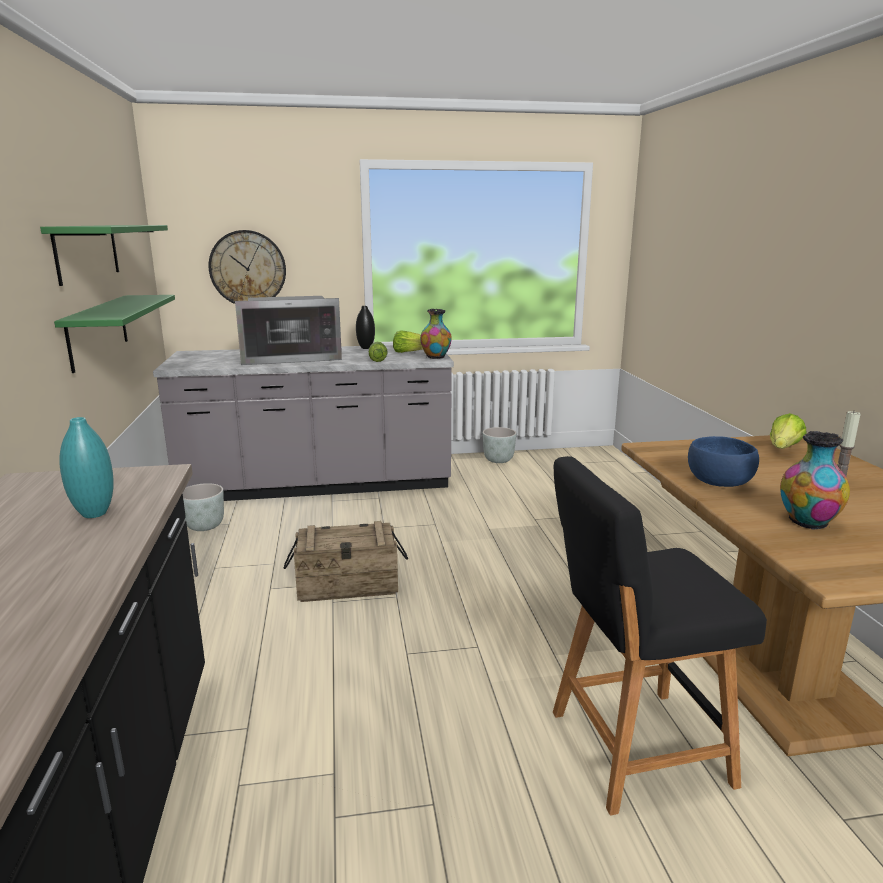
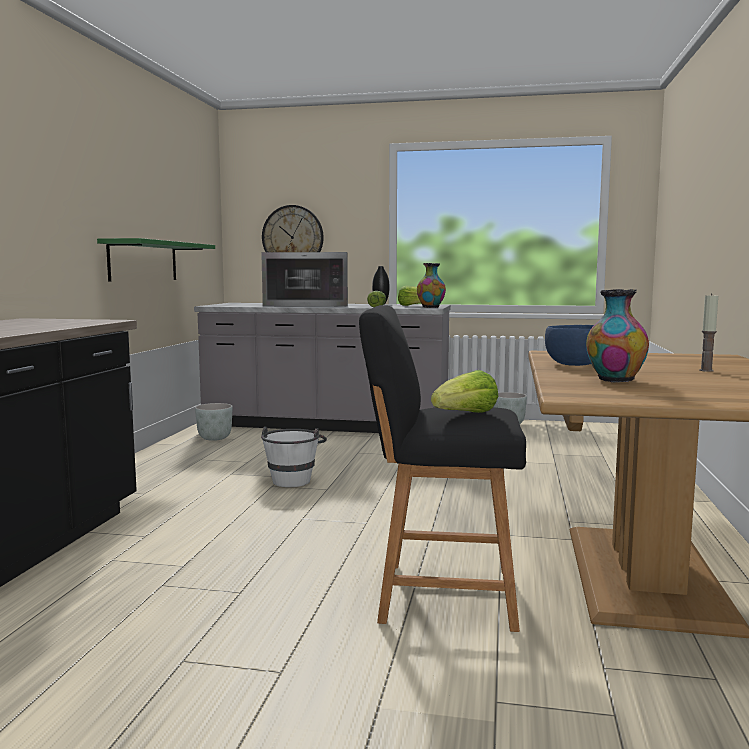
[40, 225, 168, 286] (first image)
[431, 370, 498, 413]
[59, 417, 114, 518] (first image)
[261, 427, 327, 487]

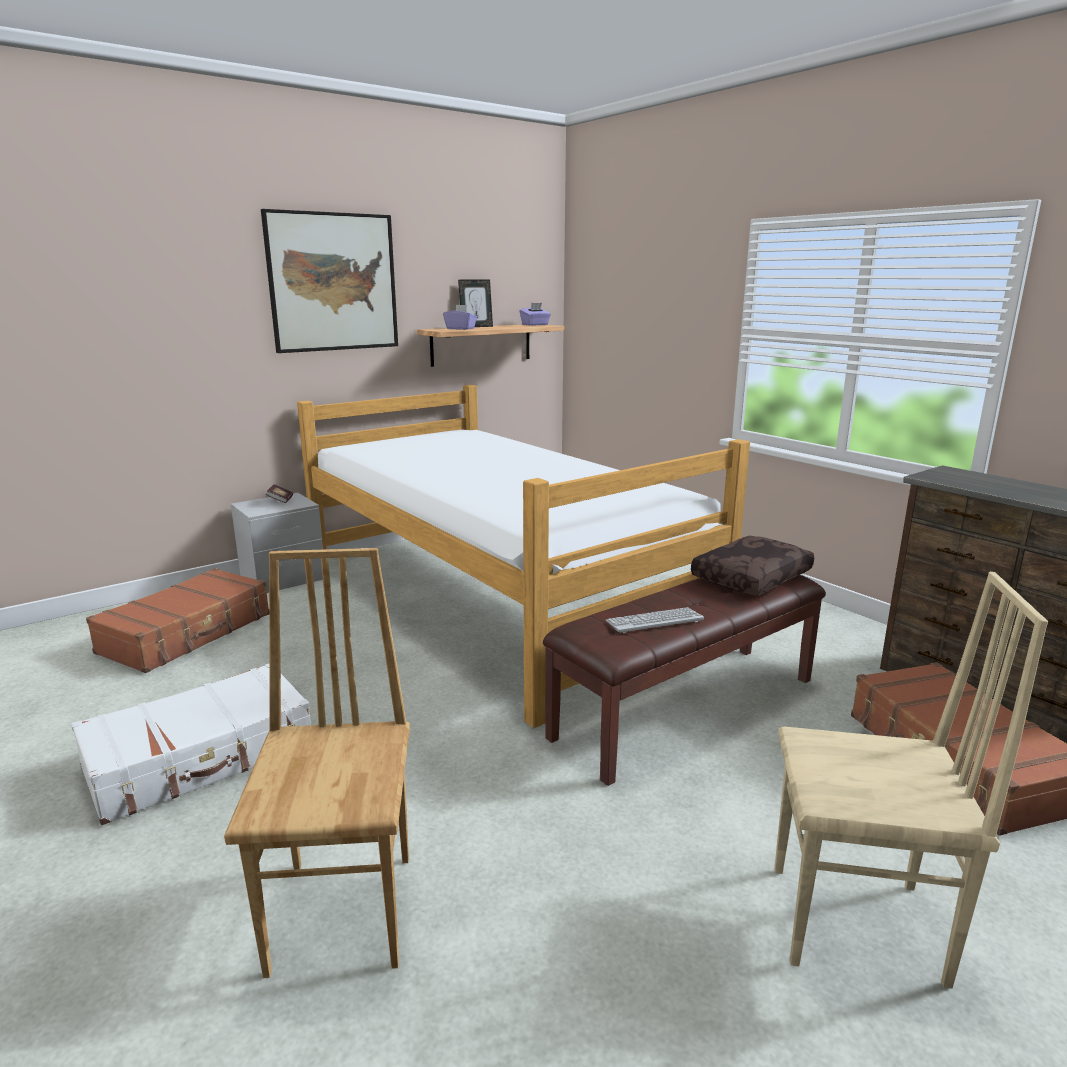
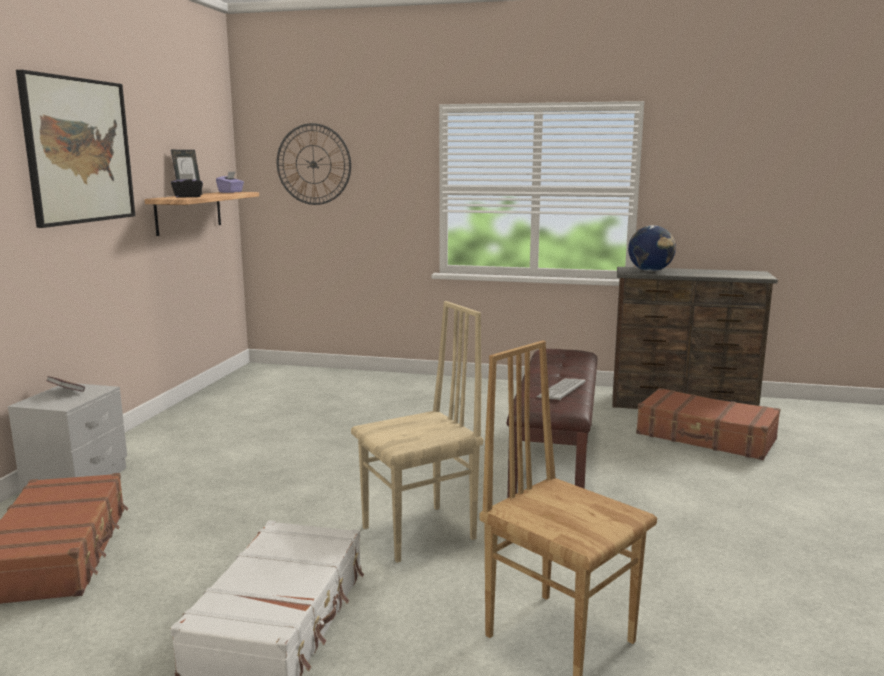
[171, 173, 203, 198]
[297, 385, 750, 728] (first image)
[691, 536, 814, 596] (first image)
[351, 301, 483, 563]
[277, 123, 351, 205]
[628, 225, 676, 271]

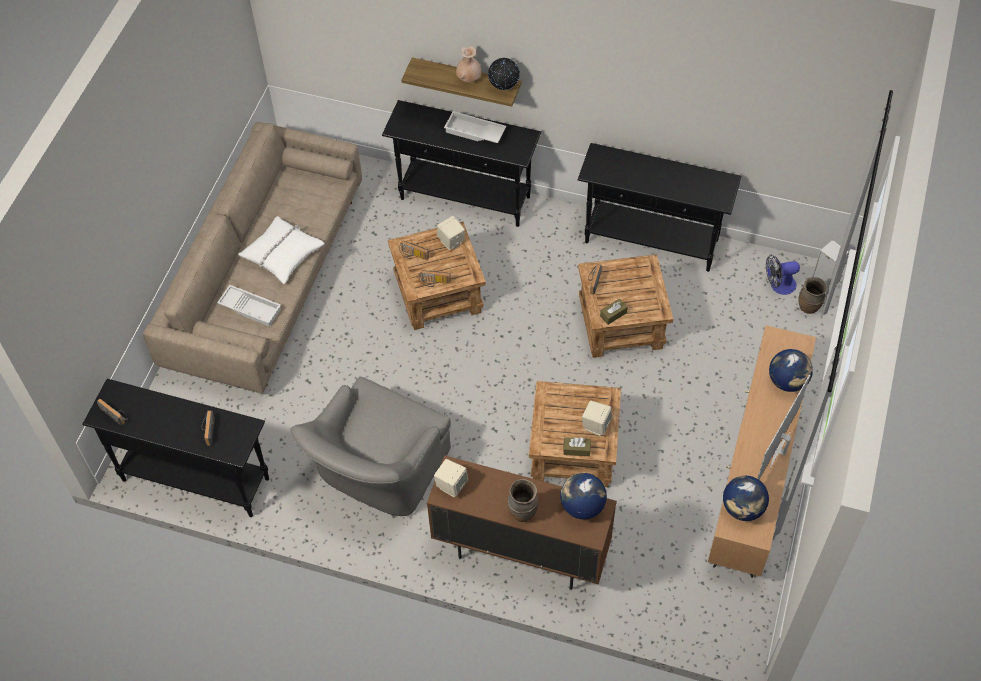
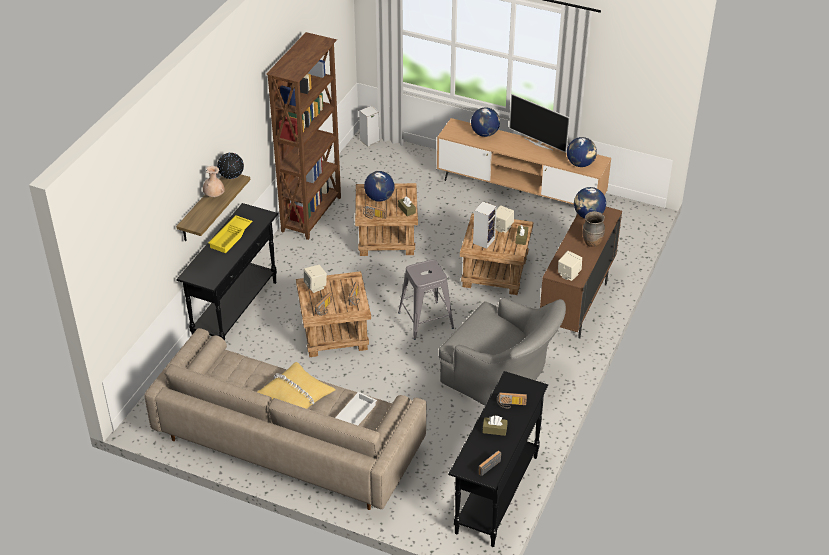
[208, 215, 253, 253]
[266, 32, 341, 240]
[257, 362, 336, 409]
[766, 254, 800, 295] (first image)
[798, 277, 827, 314] (first image)
[364, 171, 395, 201]
[473, 201, 497, 249]
[398, 259, 454, 340]
[482, 416, 507, 436]

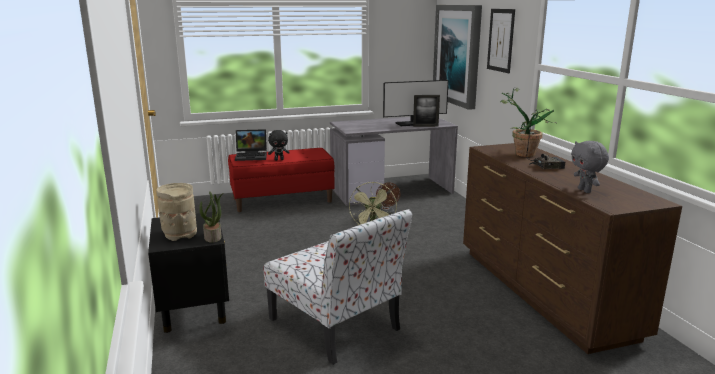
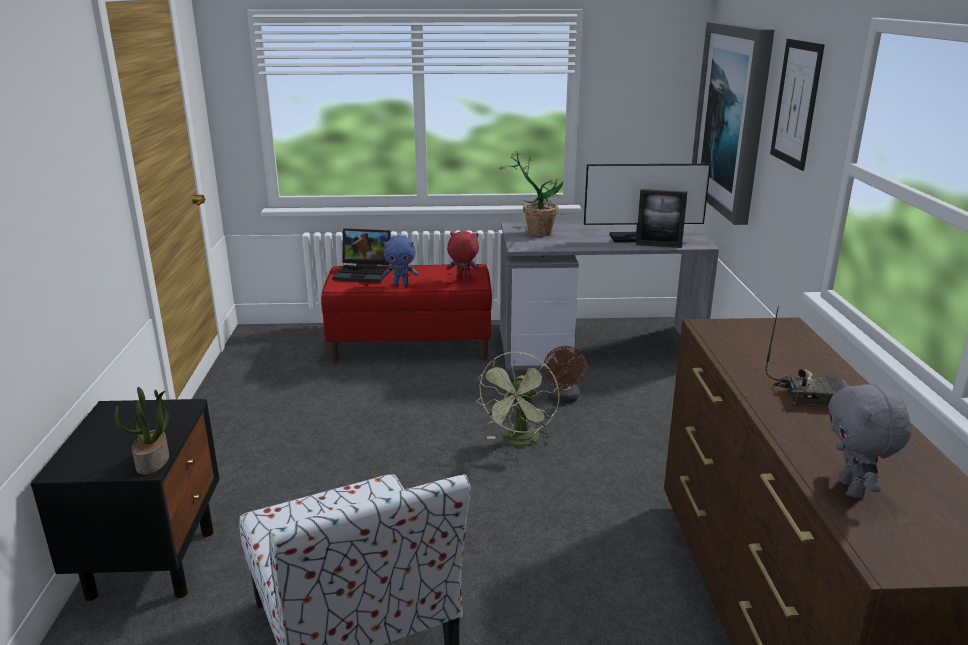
[499, 151, 564, 236]
[383, 236, 418, 286]
[156, 183, 197, 241] (first image)
[446, 231, 481, 280]

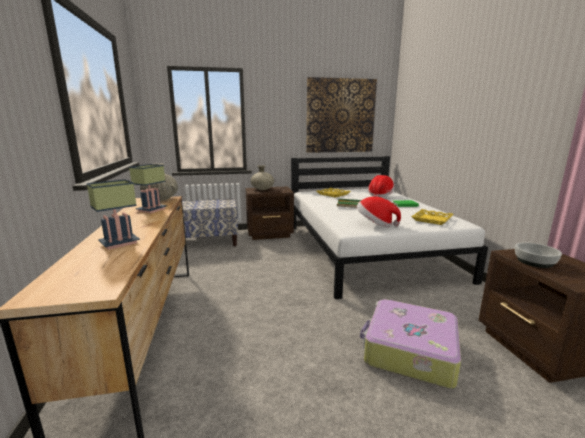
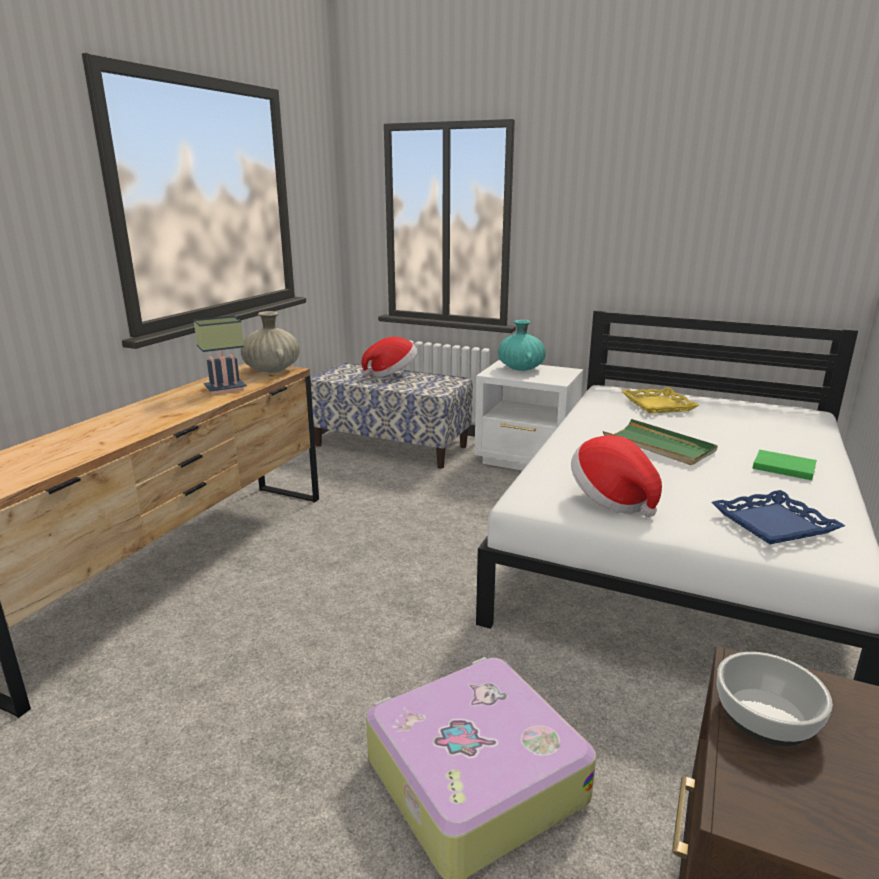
[306, 77, 377, 153] (first image)
[498, 320, 546, 371]
[361, 337, 417, 377]
[86, 179, 140, 250] (first image)
[475, 360, 583, 471]
[711, 490, 845, 544]

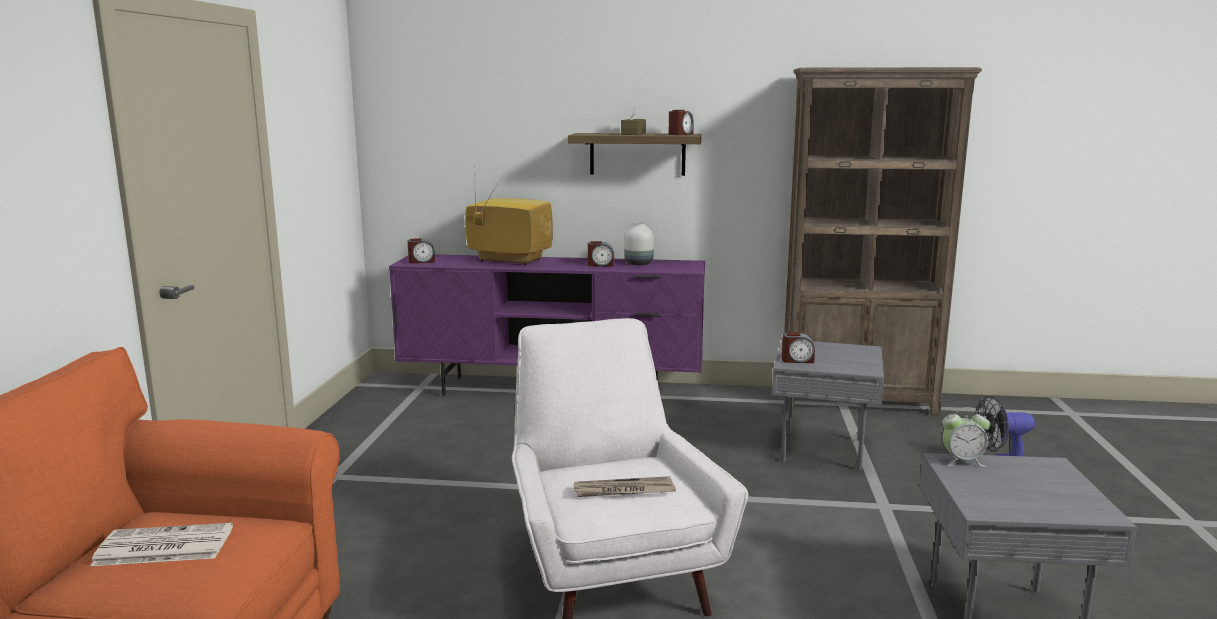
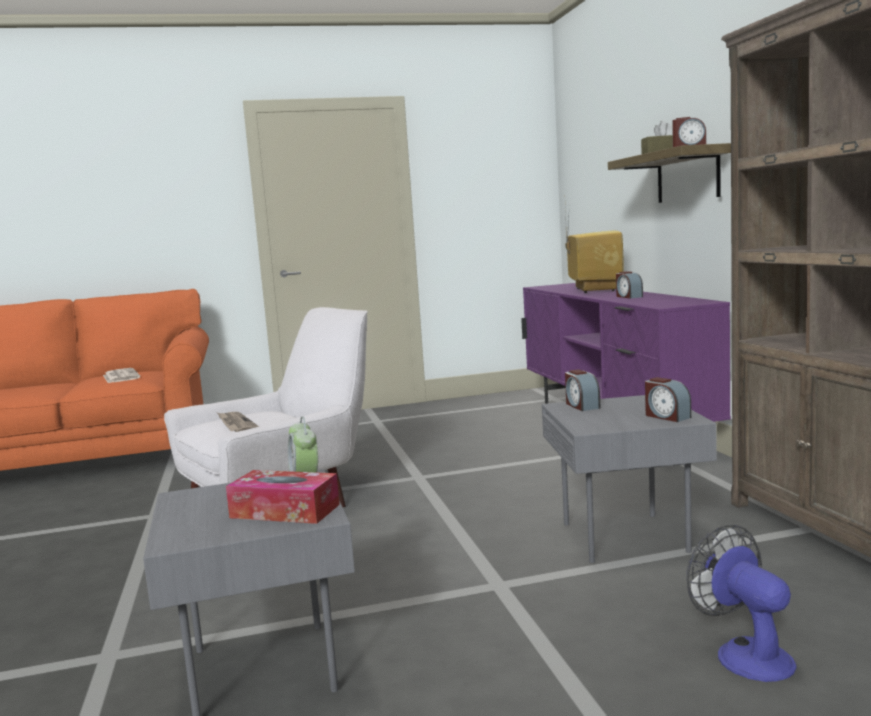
[625, 222, 654, 265] (first image)
[645, 377, 691, 422]
[226, 470, 340, 524]

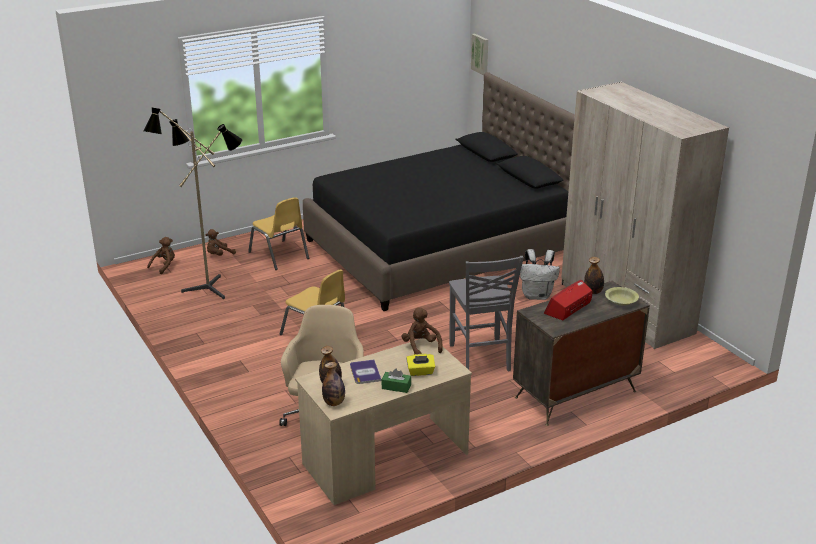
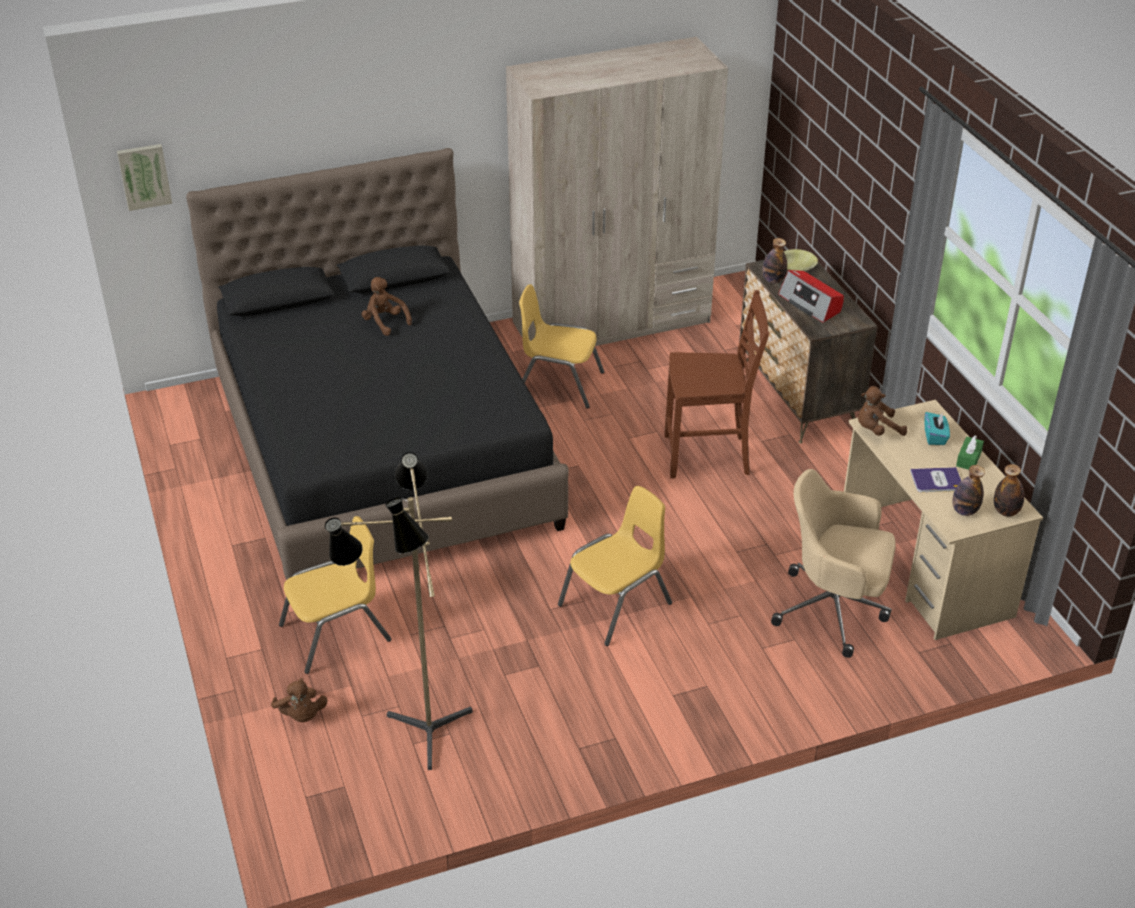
[362, 277, 412, 336]
[519, 284, 604, 408]
[665, 290, 769, 479]
[924, 412, 950, 445]

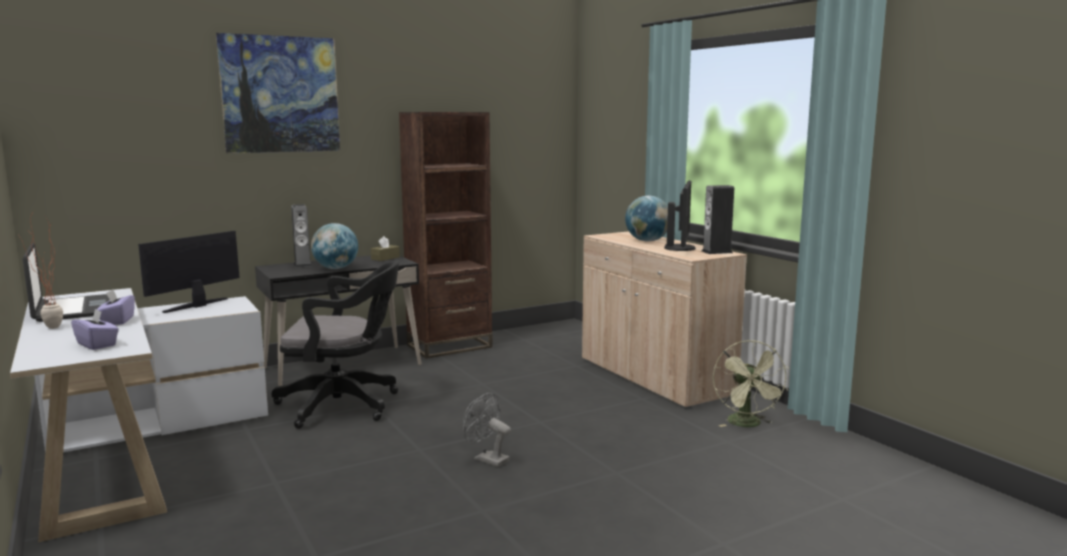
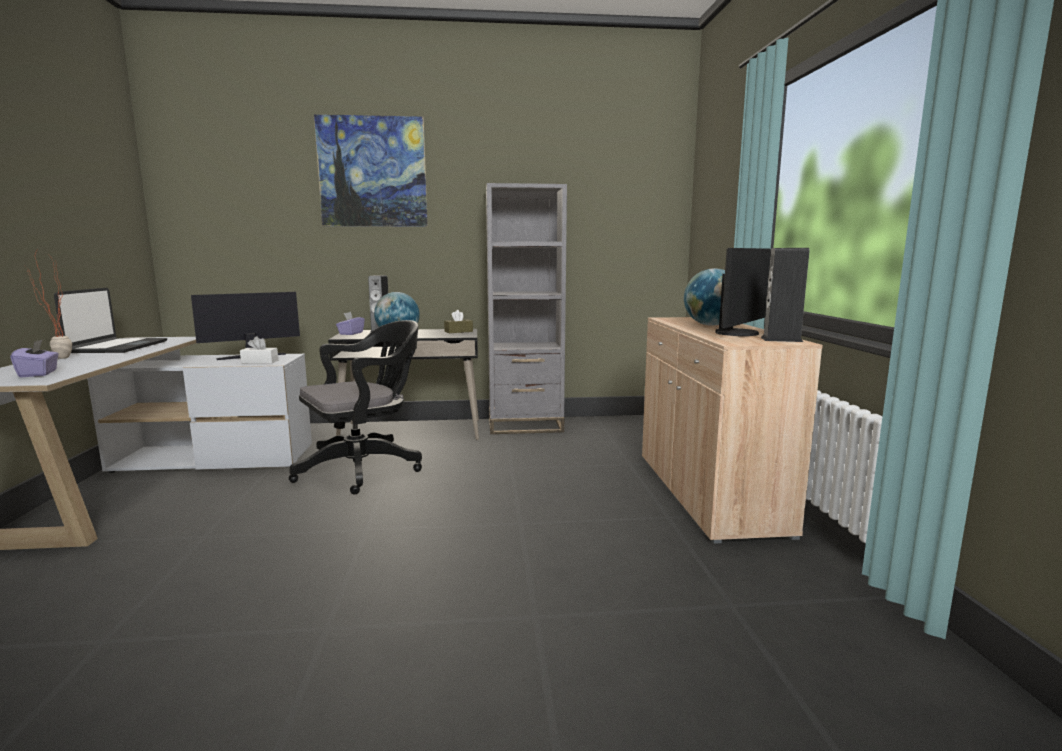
[486, 183, 567, 434]
[289, 320, 422, 494]
[336, 312, 365, 335]
[713, 340, 789, 427] (first image)
[463, 393, 511, 467] (first image)
[240, 336, 278, 364]

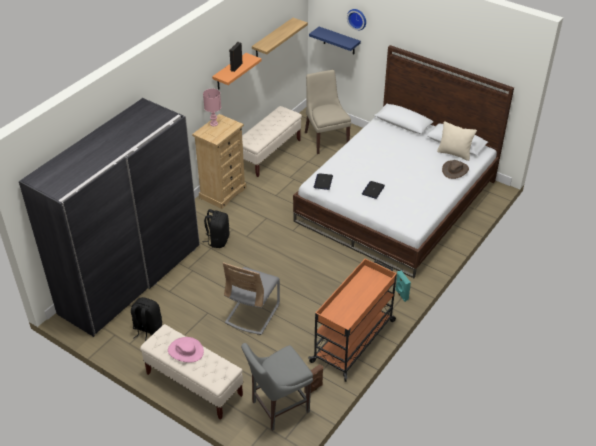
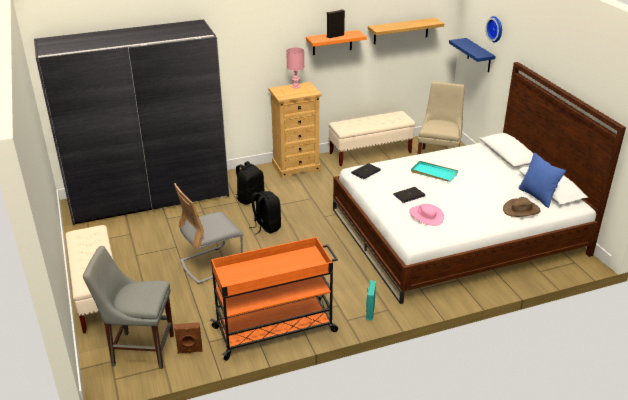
[519, 153, 566, 208]
[249, 191, 281, 234]
[409, 204, 444, 226]
[411, 161, 458, 182]

